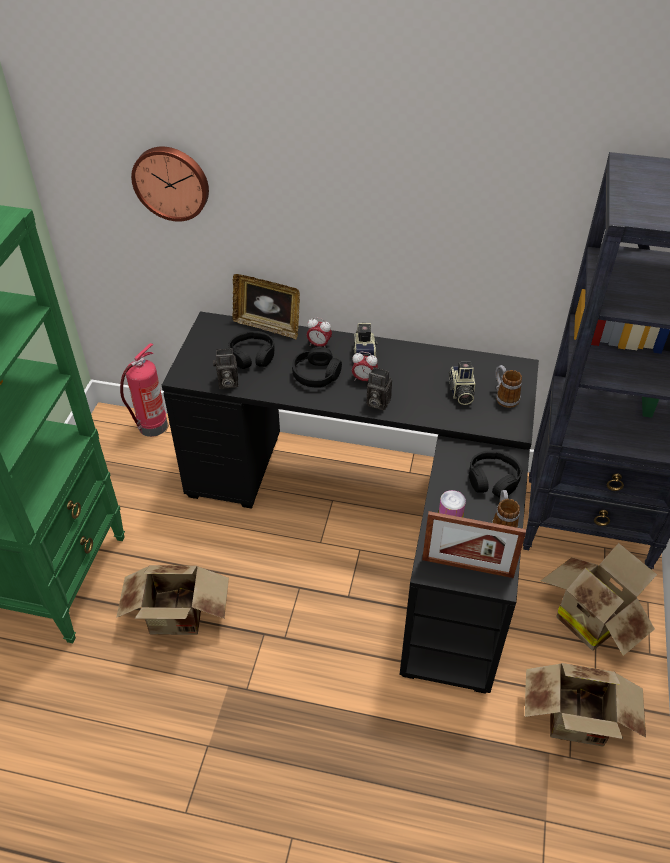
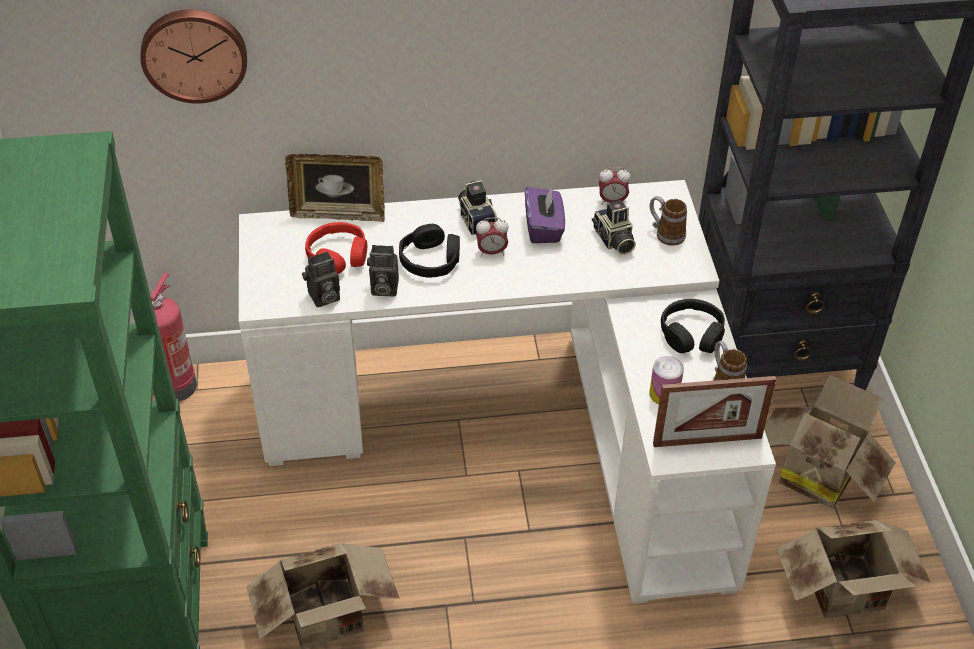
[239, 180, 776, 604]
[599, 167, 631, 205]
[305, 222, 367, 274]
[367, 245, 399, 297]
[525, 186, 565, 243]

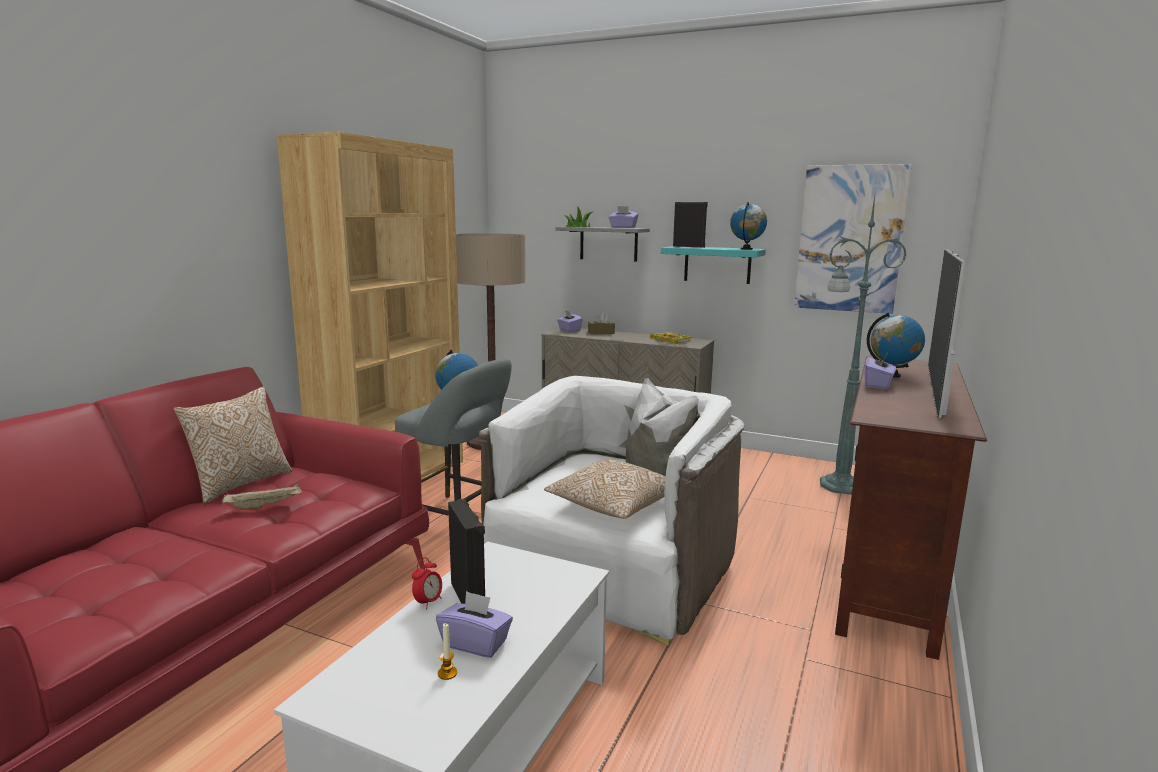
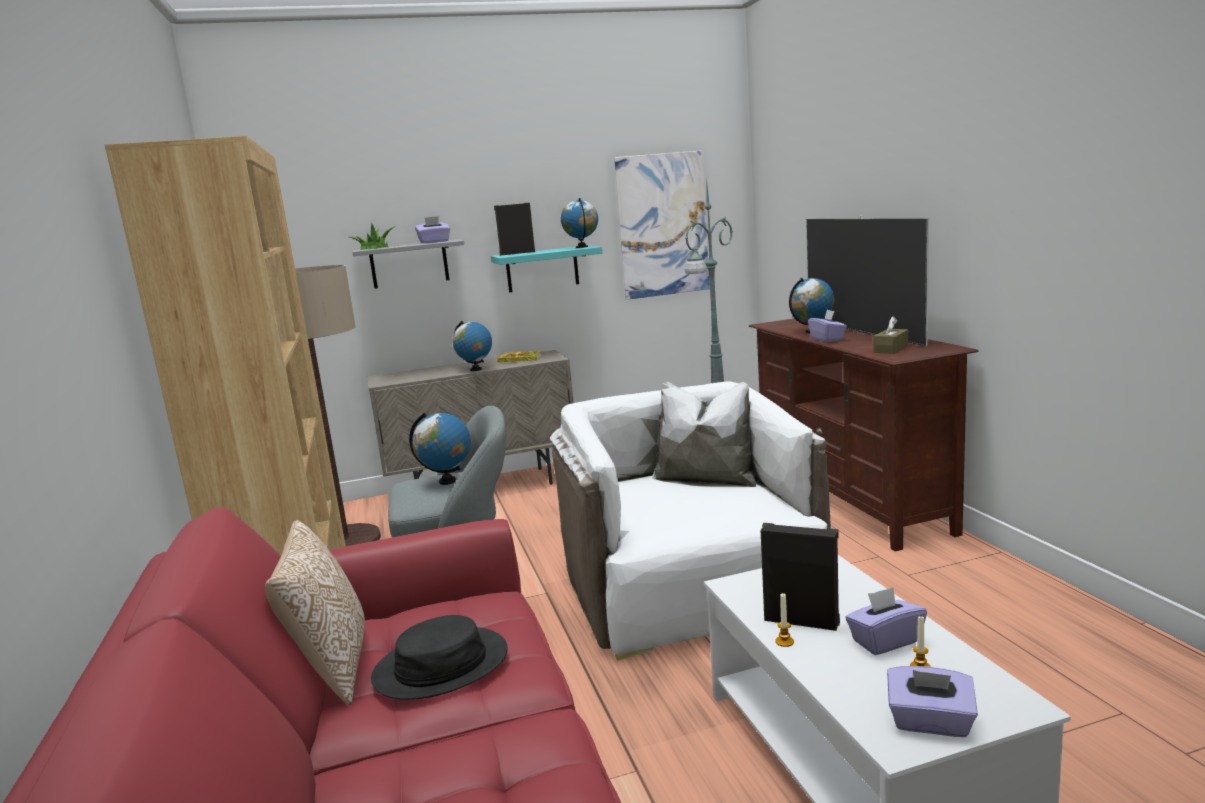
[887, 666, 978, 737]
[874, 316, 908, 354]
[544, 459, 666, 519] (first image)
[371, 615, 508, 700]
[775, 593, 794, 647]
[453, 321, 492, 371]

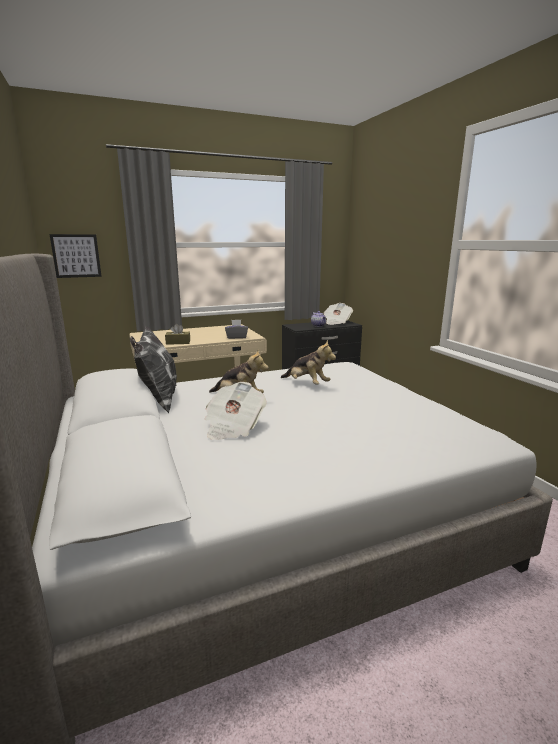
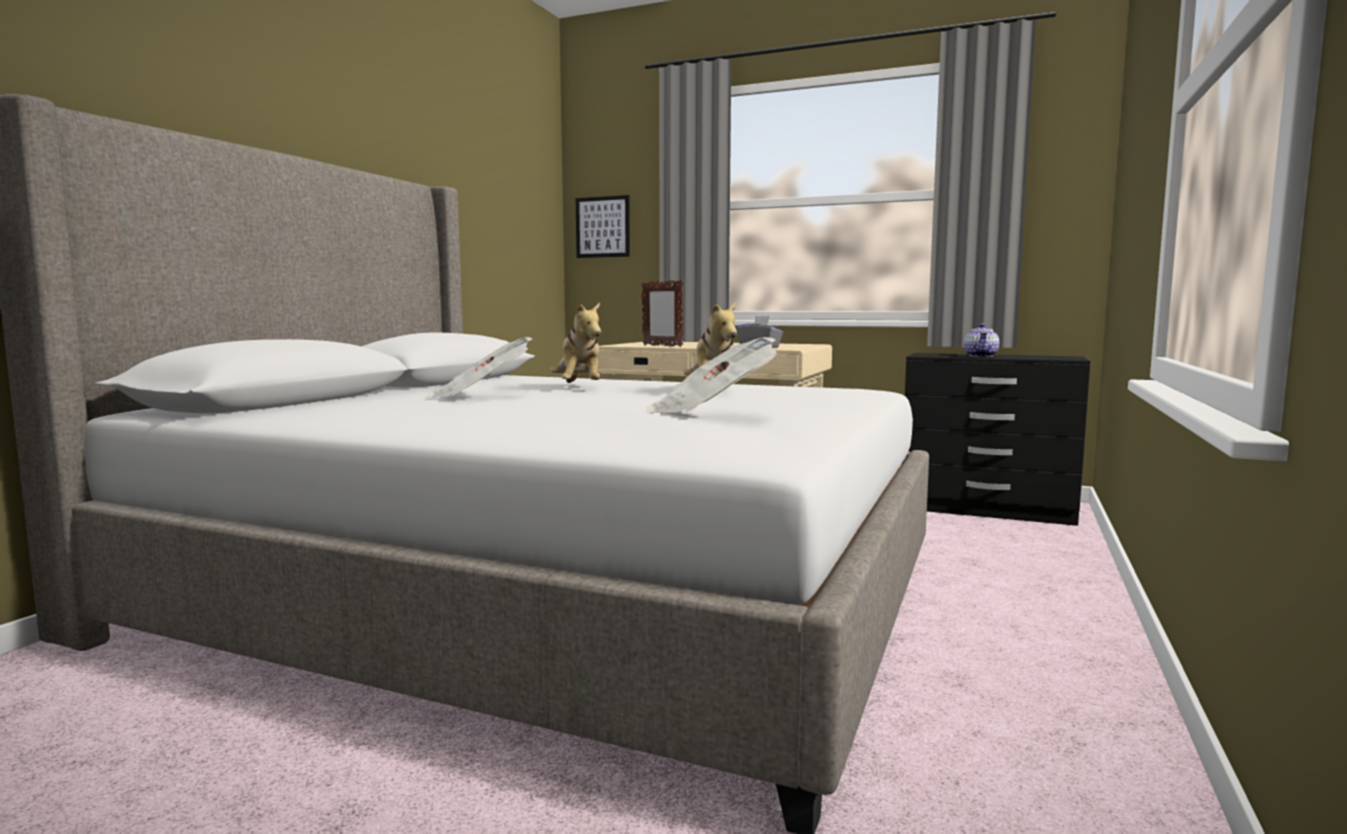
[646, 337, 777, 413]
[641, 279, 684, 347]
[130, 326, 177, 413] (first image)

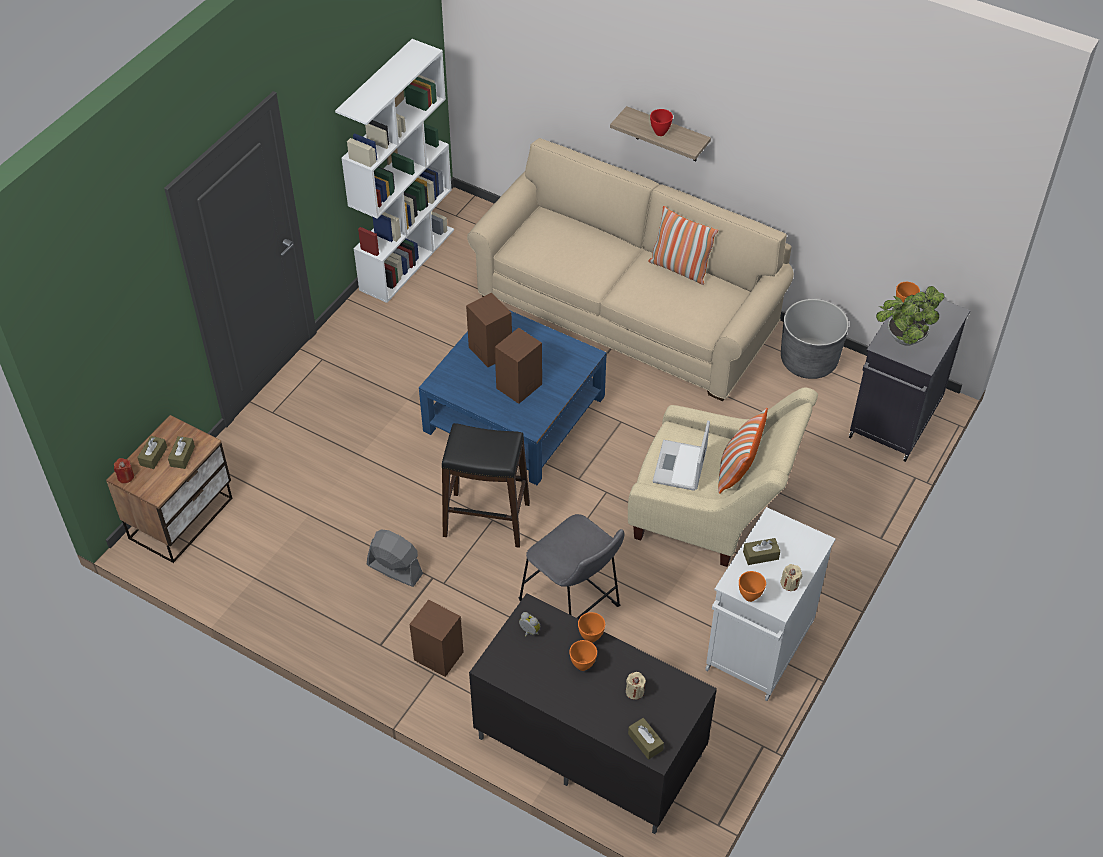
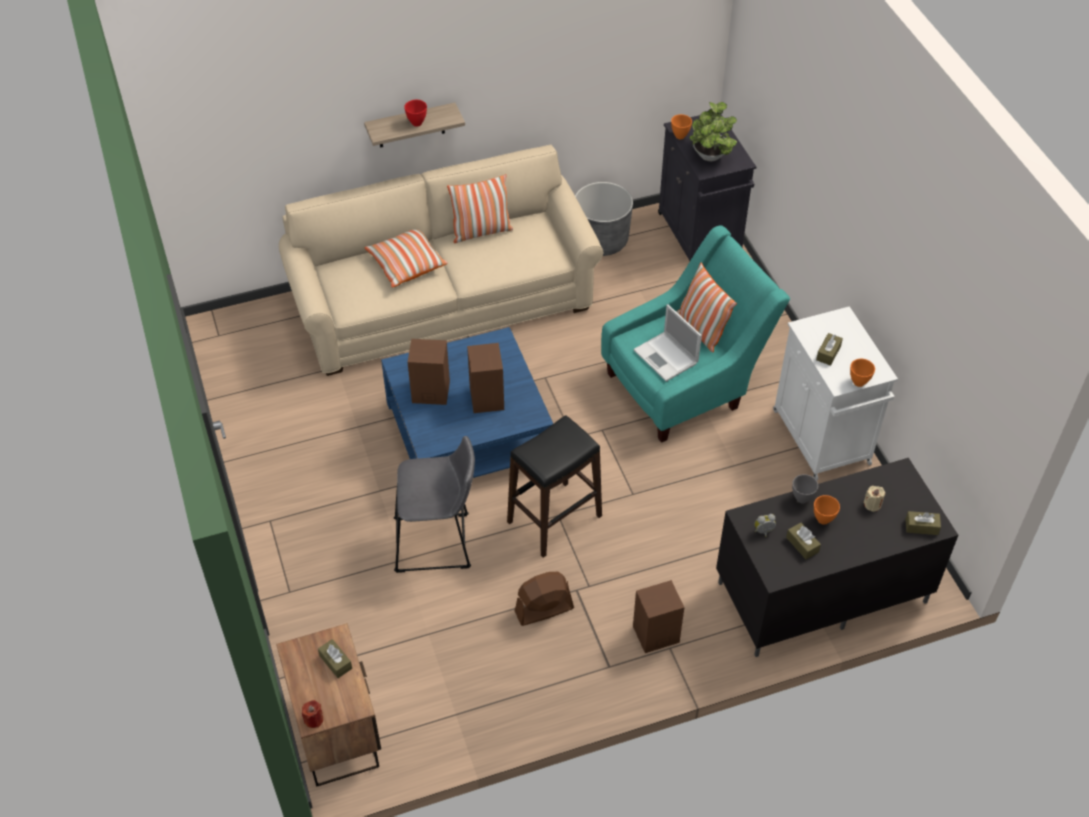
[335, 39, 454, 303] (first image)
[601, 225, 790, 443]
[786, 523, 821, 559]
[394, 436, 475, 573]
[515, 572, 574, 626]
[780, 564, 802, 591] (first image)
[792, 474, 818, 503]
[365, 229, 448, 287]

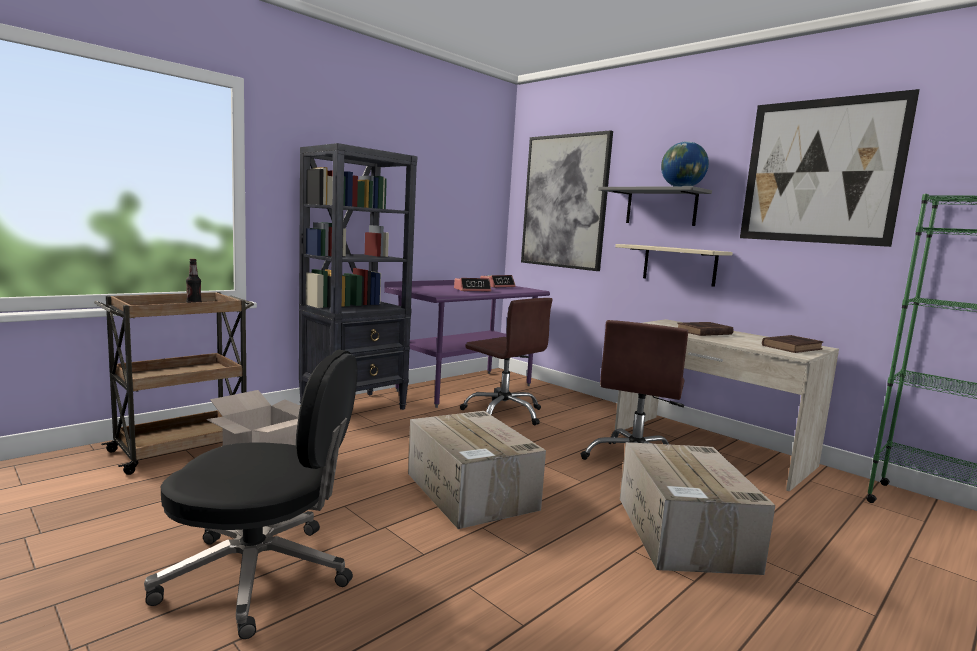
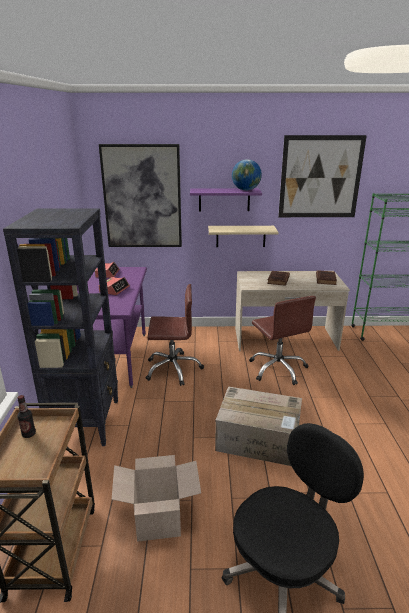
[190, 188, 262, 211]
[620, 442, 775, 575] (first image)

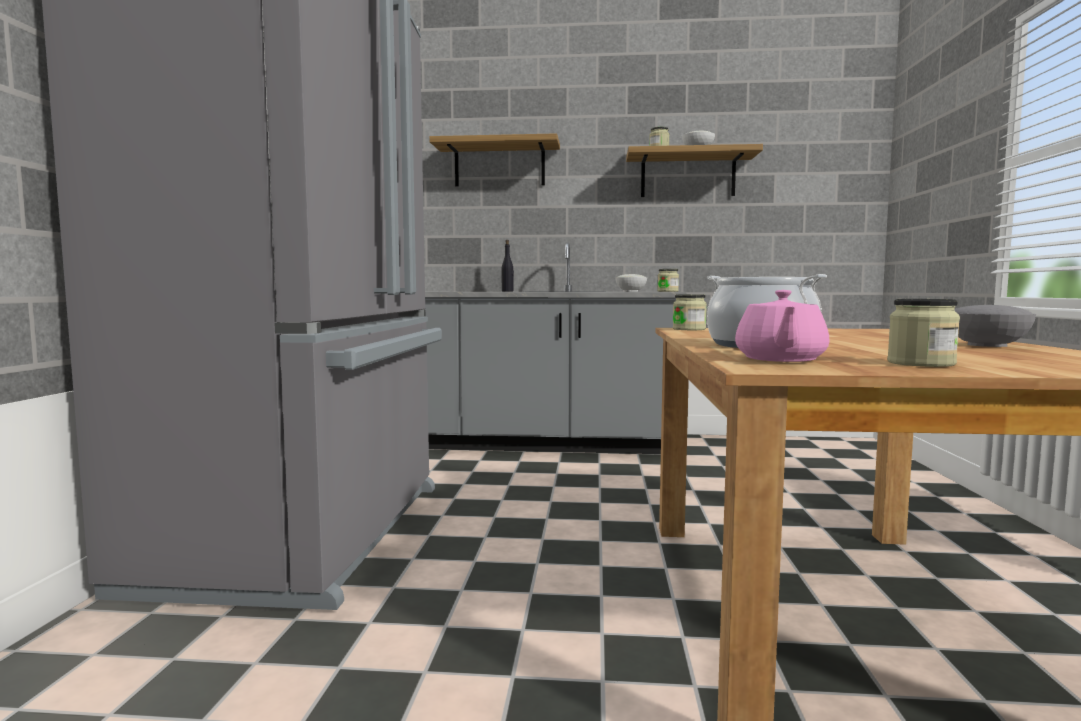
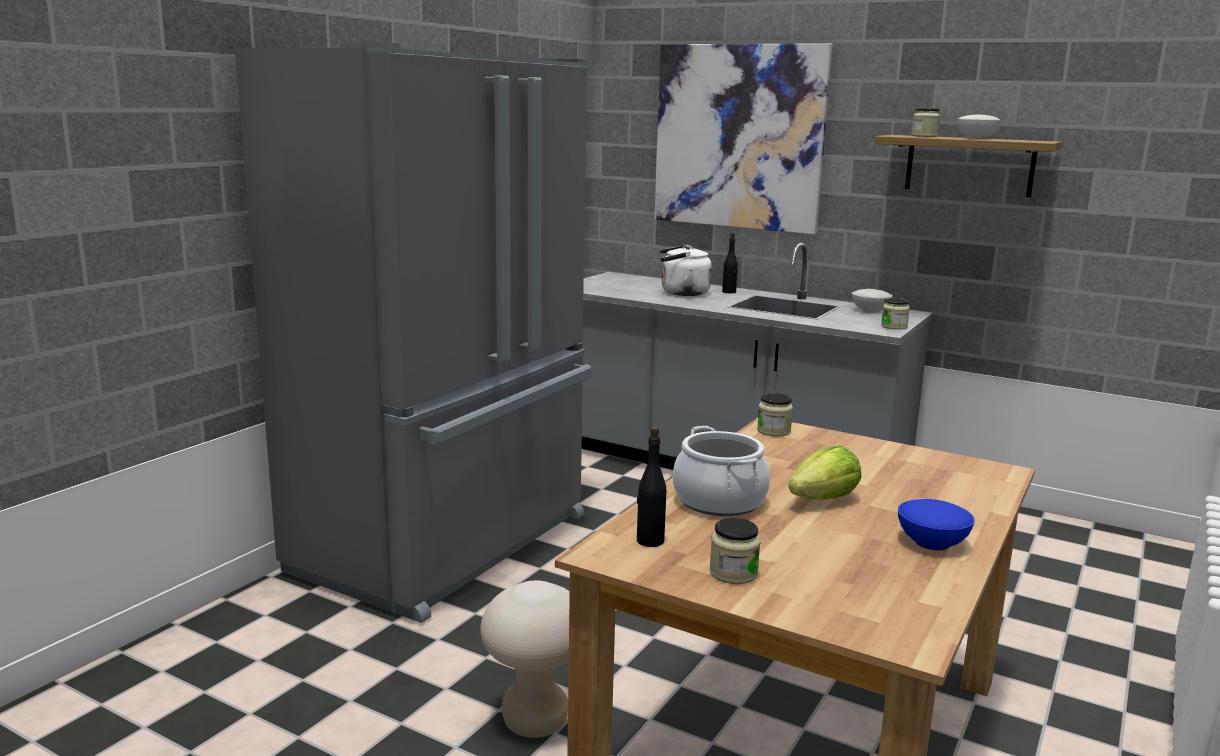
[654, 43, 833, 234]
[637, 427, 666, 547]
[898, 499, 975, 550]
[659, 245, 712, 296]
[788, 445, 861, 500]
[480, 580, 570, 738]

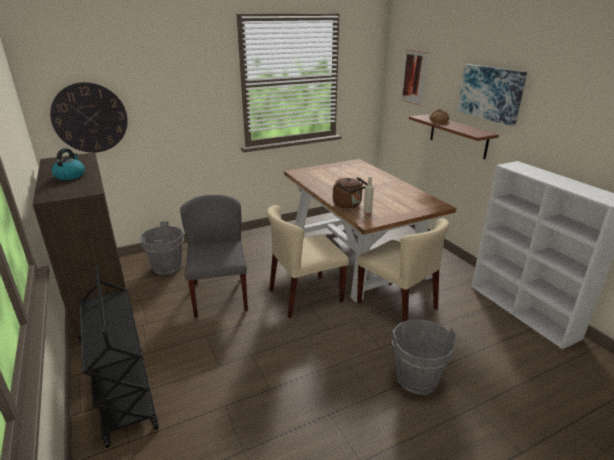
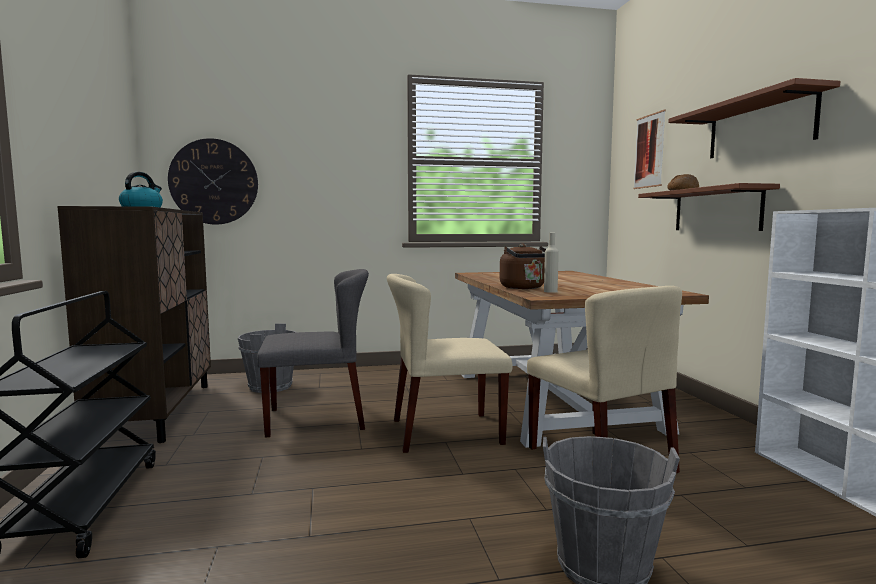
[668, 78, 840, 158]
[257, 269, 369, 438]

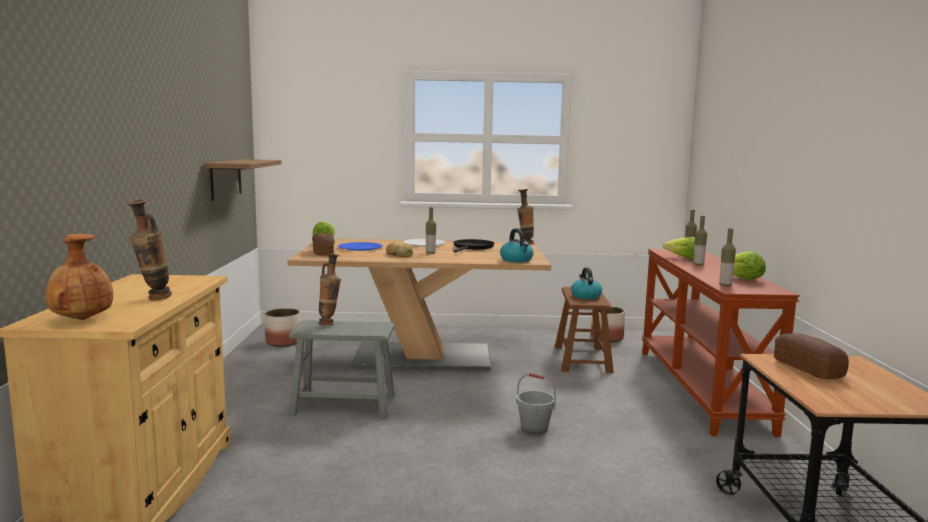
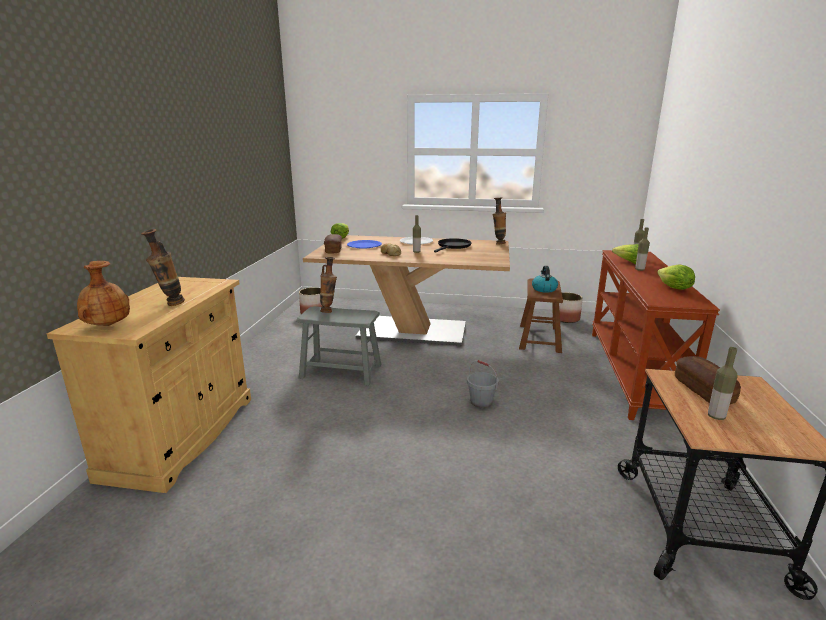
[204, 159, 281, 201] (first image)
[500, 228, 534, 262] (first image)
[708, 347, 737, 420]

